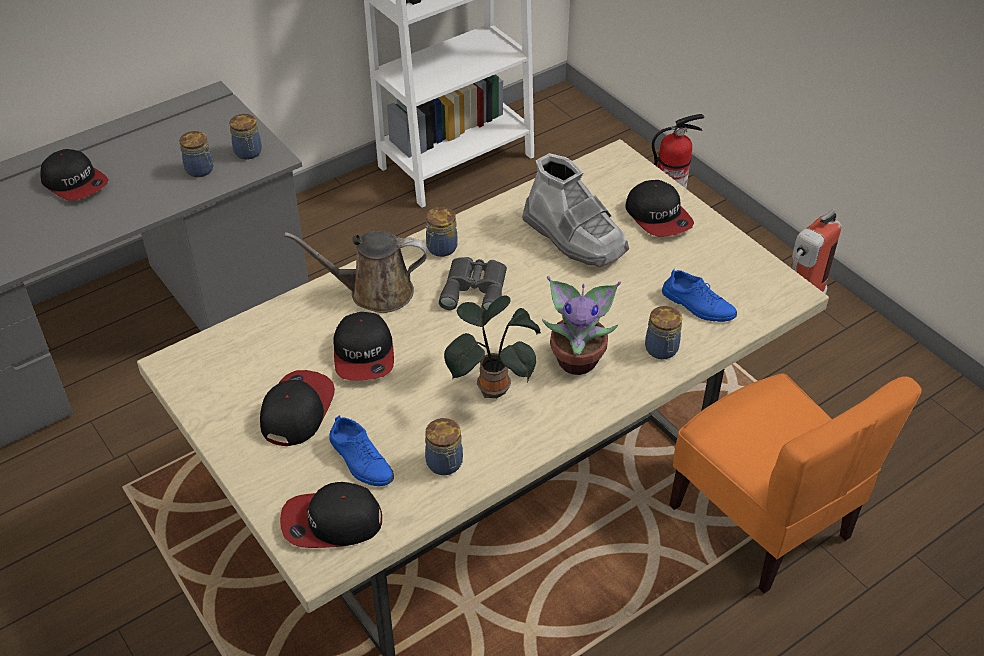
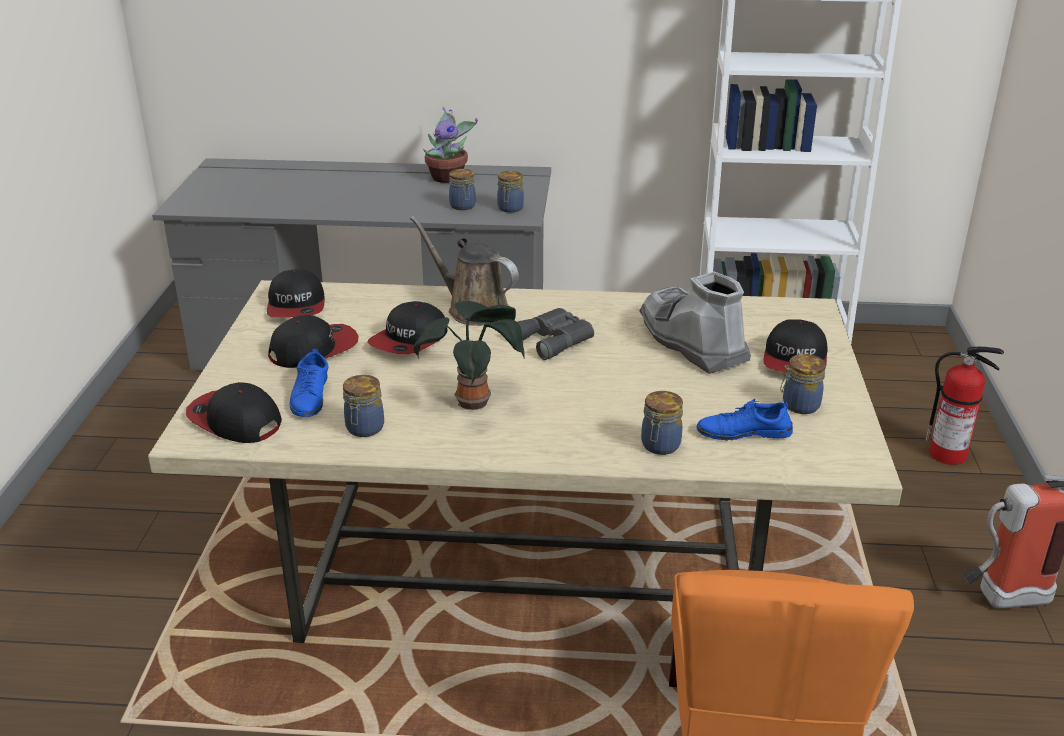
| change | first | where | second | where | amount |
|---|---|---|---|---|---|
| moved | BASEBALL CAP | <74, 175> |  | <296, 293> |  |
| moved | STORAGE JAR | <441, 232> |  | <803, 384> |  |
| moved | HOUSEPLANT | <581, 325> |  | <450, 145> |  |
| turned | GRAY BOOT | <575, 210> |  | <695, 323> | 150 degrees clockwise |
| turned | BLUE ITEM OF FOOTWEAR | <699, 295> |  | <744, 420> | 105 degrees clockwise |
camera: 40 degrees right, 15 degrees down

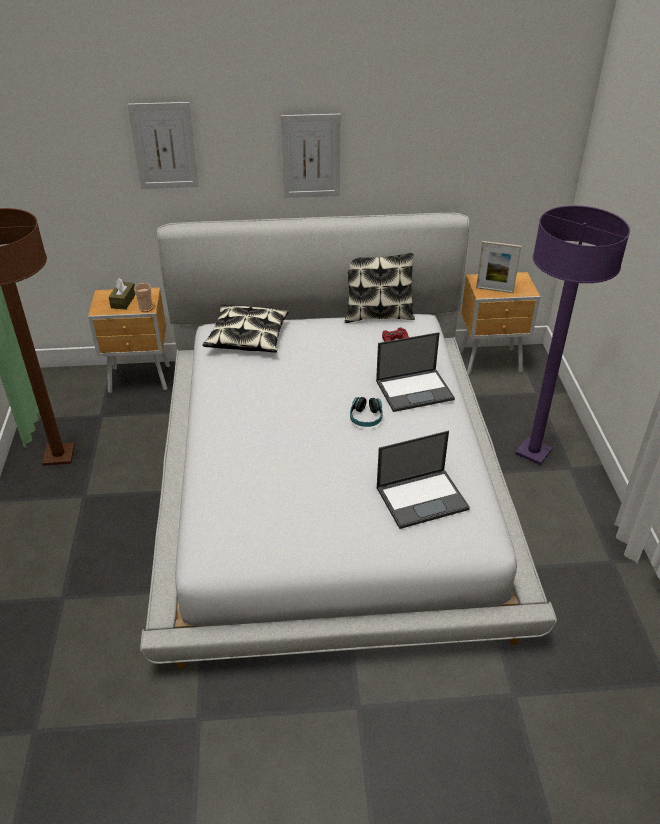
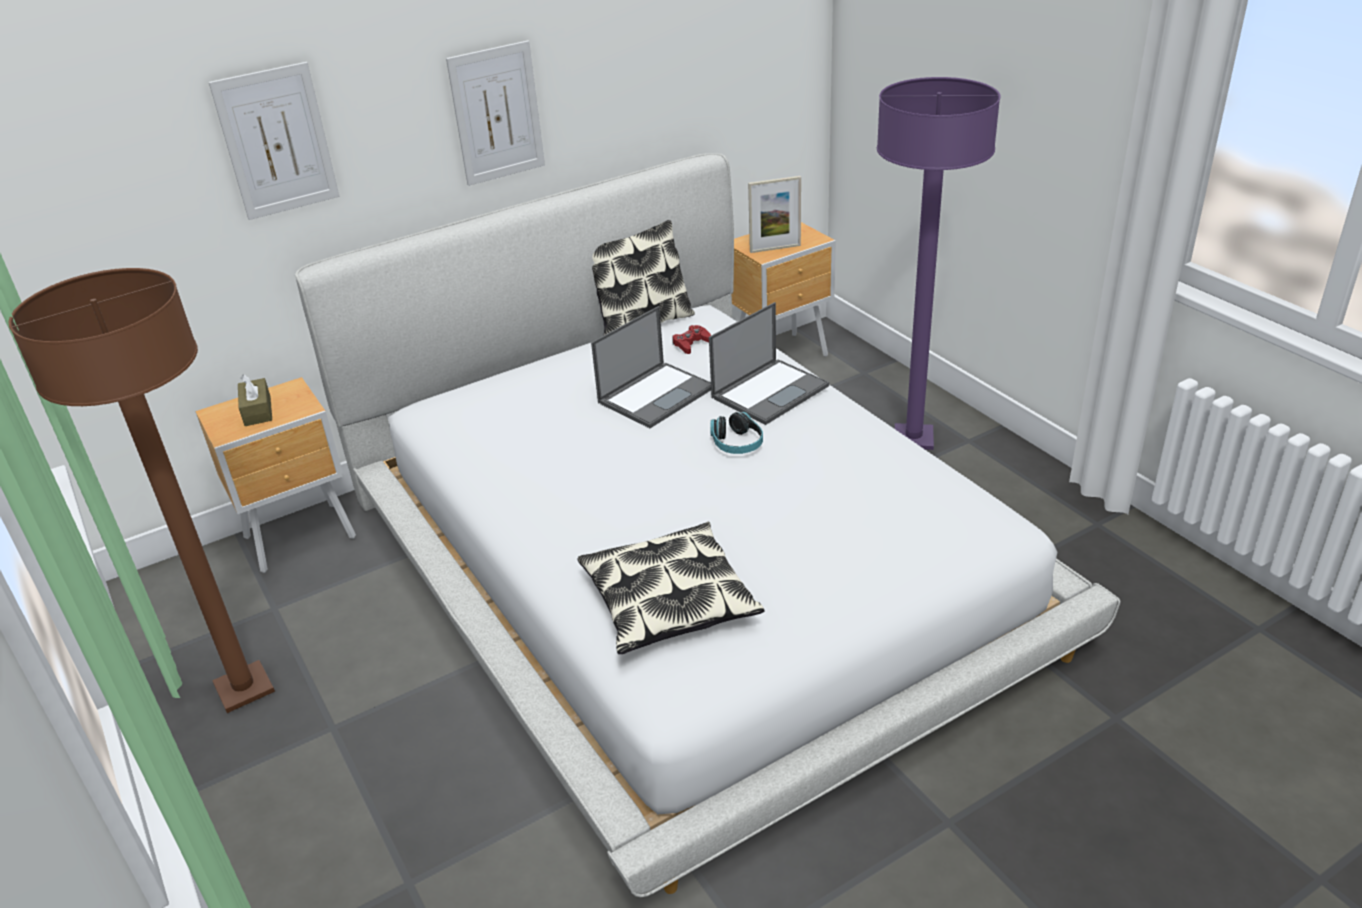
| change | first | where | second | where | amount |
|---|---|---|---|---|---|
| removed | CUP | <143, 297> |  |  |  |
| moved | PILLOW | <245, 328> |  | <670, 588> |  |
| moved | PORTABLE COMPUTER | <423, 480> |  | <651, 367> |  |
camera: 25 degrees left, 5 degrees down

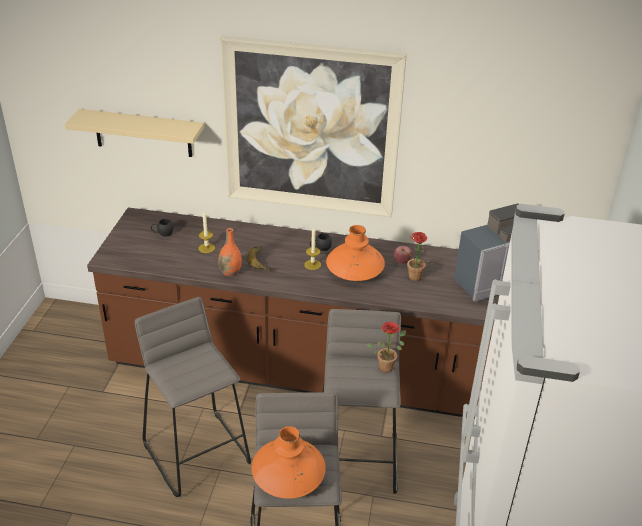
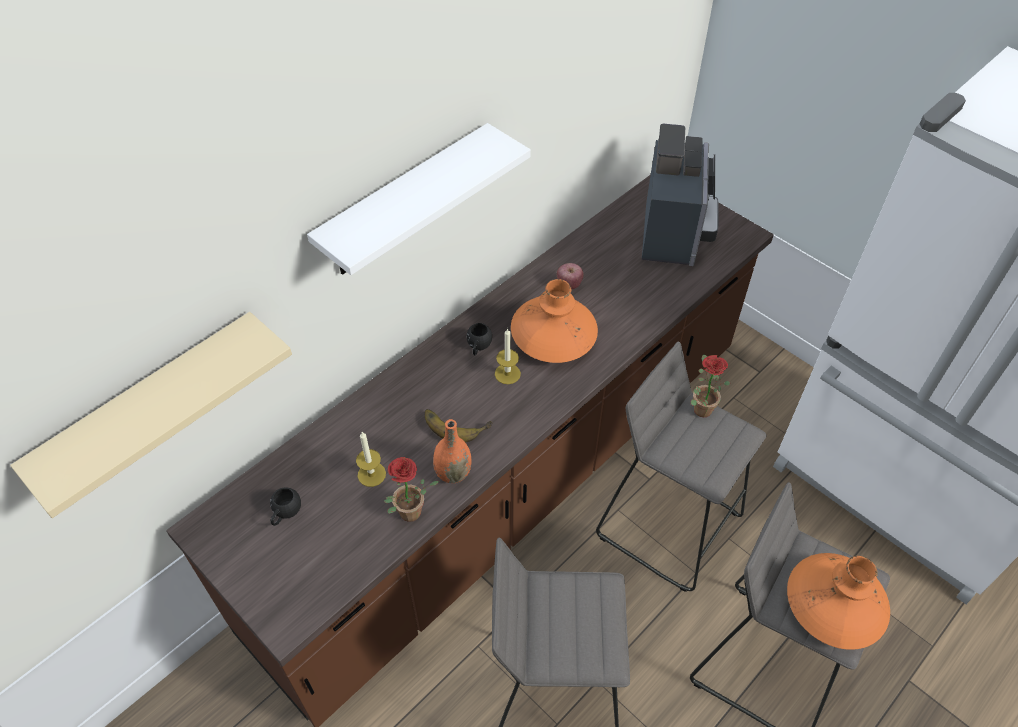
| change | first | where | second | where | amount |
|---|---|---|---|---|---|
| moved | HOUSEPLANT | <415, 256> |  | <412, 489> |  |
| replaced | PICTURE | <313, 126> | WHITE SHELF | <419, 199> |  |
camera: 55 degrees left, 15 degrees up

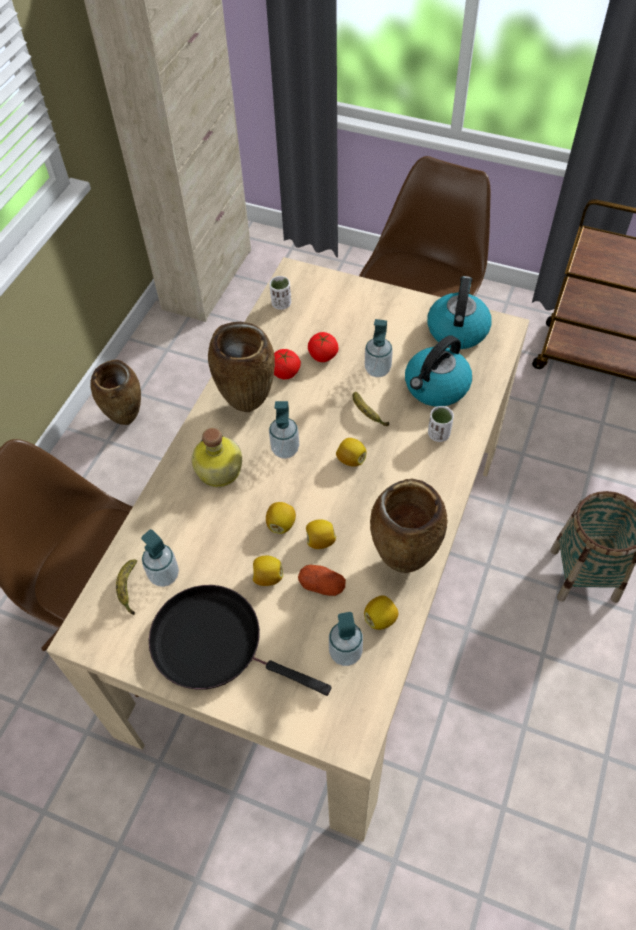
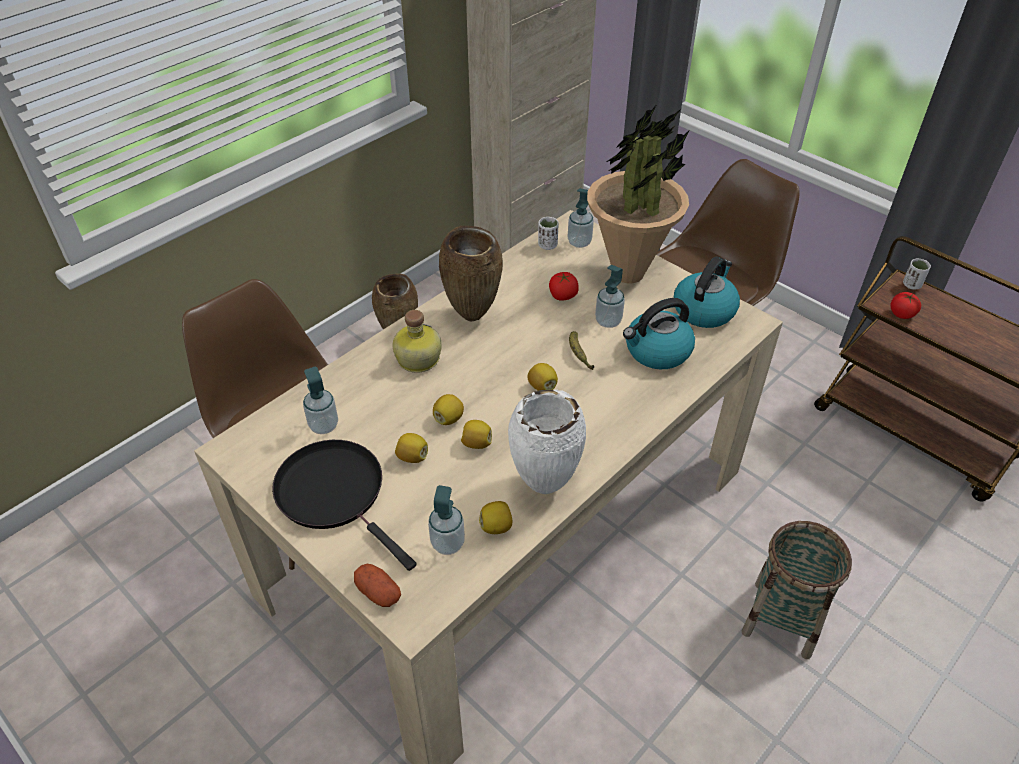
| change | first | where | second | where | amount |
|---|---|---|---|---|---|
| removed | BANANA | <126, 587> |  |  |  |
| added |  |  | HOUSEPLANT | <638, 194> |  |
| moved | SOAP BOTTLE | <284, 430> |  | <581, 218> |  |
| moved | TOMATO | <287, 364> |  | <905, 305> |  |
| moved | WHOLE POTATO | <322, 580> |  | <377, 585> |  |
| moved | WHITE CUP | <441, 424> |  | <917, 274> |  |
| recoloured | BROWNISH FLOWER VASE | <409, 525> | WHITE FLOWER VASE | <547, 442> |  |
camera: 20 degrees right, 10 degrees down

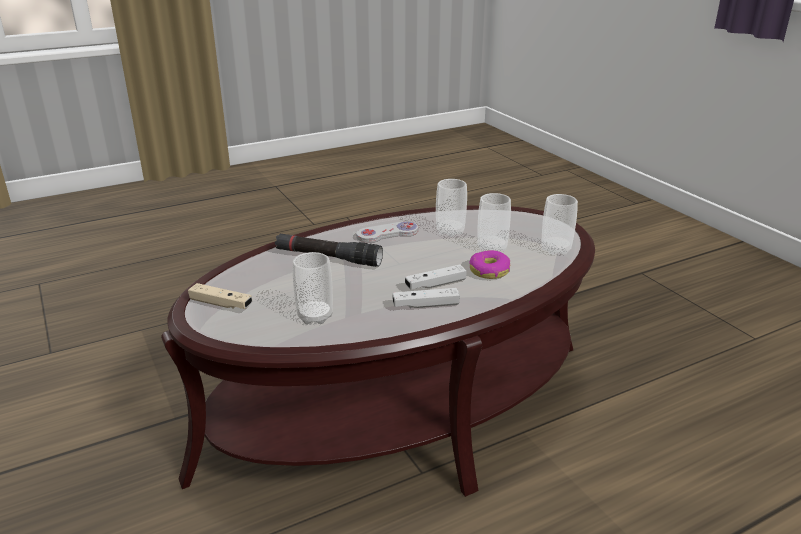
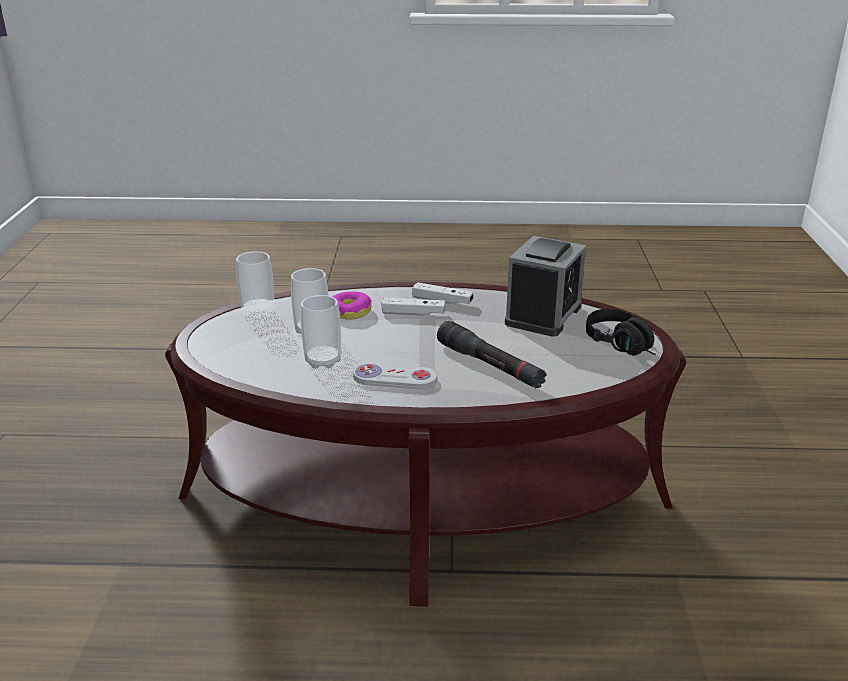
| change | first | where | second | where | amount |
|---|---|---|---|---|---|
| replaced | SAND-COLOURED JOYPAD | <220, 296> | BLACKISH HEADSET | <621, 332> |  |
| replaced | CUP | <313, 288> | ALARM CLOCK | <545, 286> |  |
camera: 150 degrees left, 0 degrees up

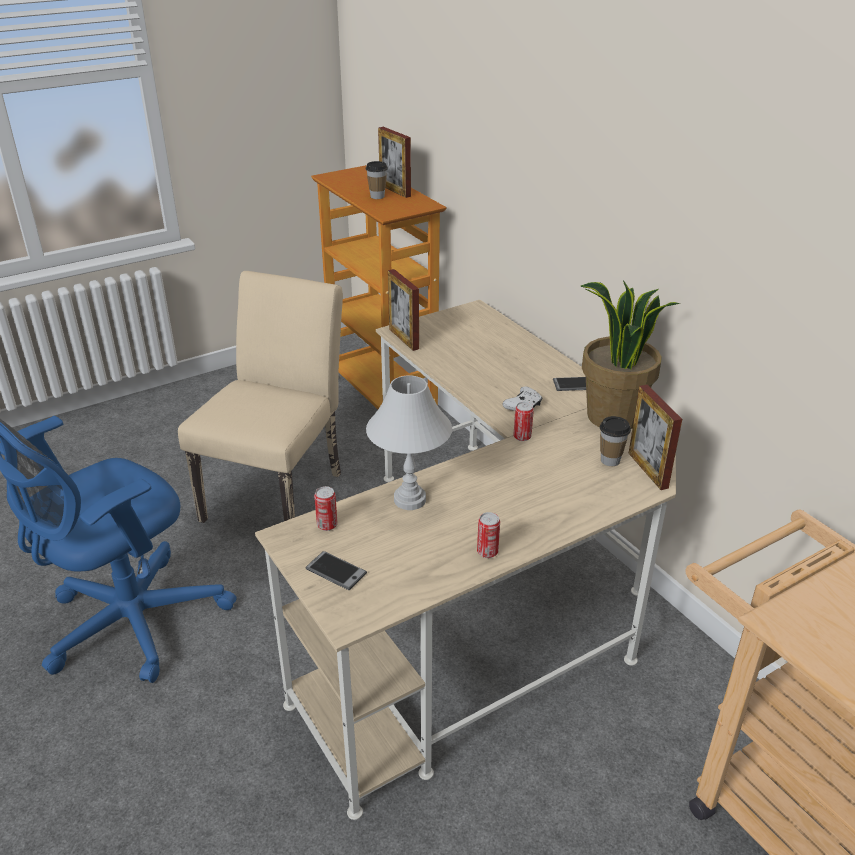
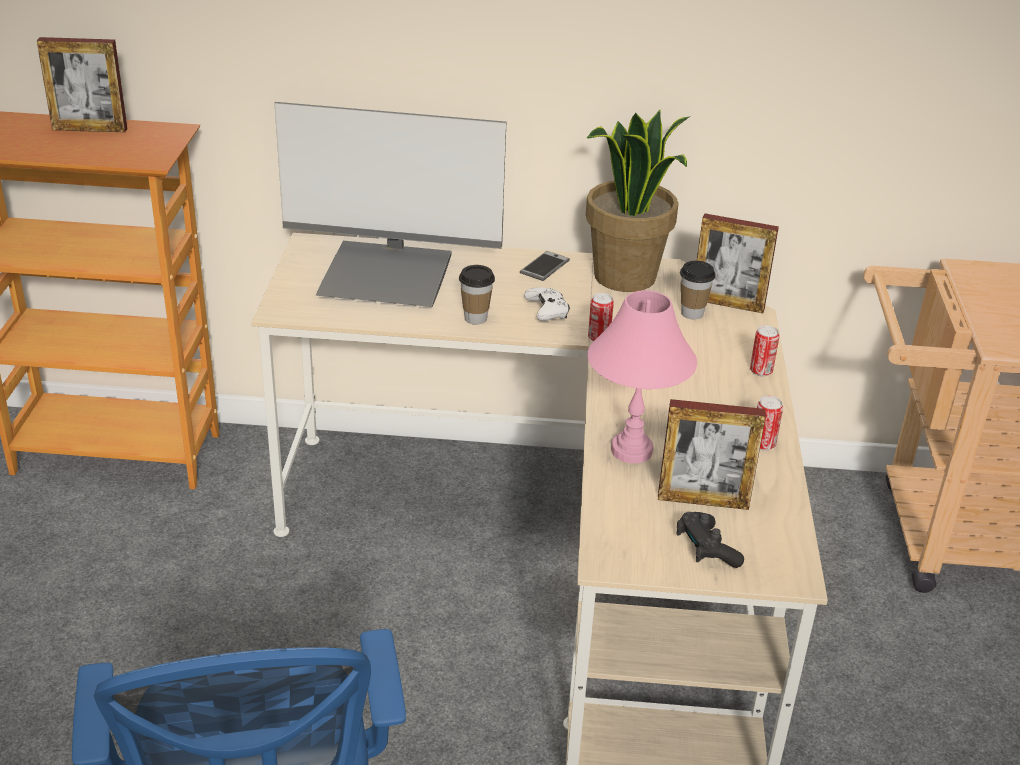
| change | first | where | second | where | amount |
|---|---|---|---|---|---|
| removed | SAND-COLOURED UPRIGHT CHAIR | <260, 397> |  |  |  |
| added |  |  | MONITOR | <390, 204> |  |
| moved | METAL CAN | <326, 508> |  | <765, 350> |  |
| moved | CUP | <377, 180> |  | <477, 295> |  |
| moved | STANDING FRAME | <403, 310> |  | <712, 454> |  |
| replaced | TELEPHONE | <336, 570> | BLACKISH JOYPAD | <710, 540> |  |
| recoloured | WHITE LAMP FOR A TABLE | <409, 442> | PINKISH LAMP FOR A TABLE | <642, 377> |  |
camera: 55 degrees left, 0 degrees up

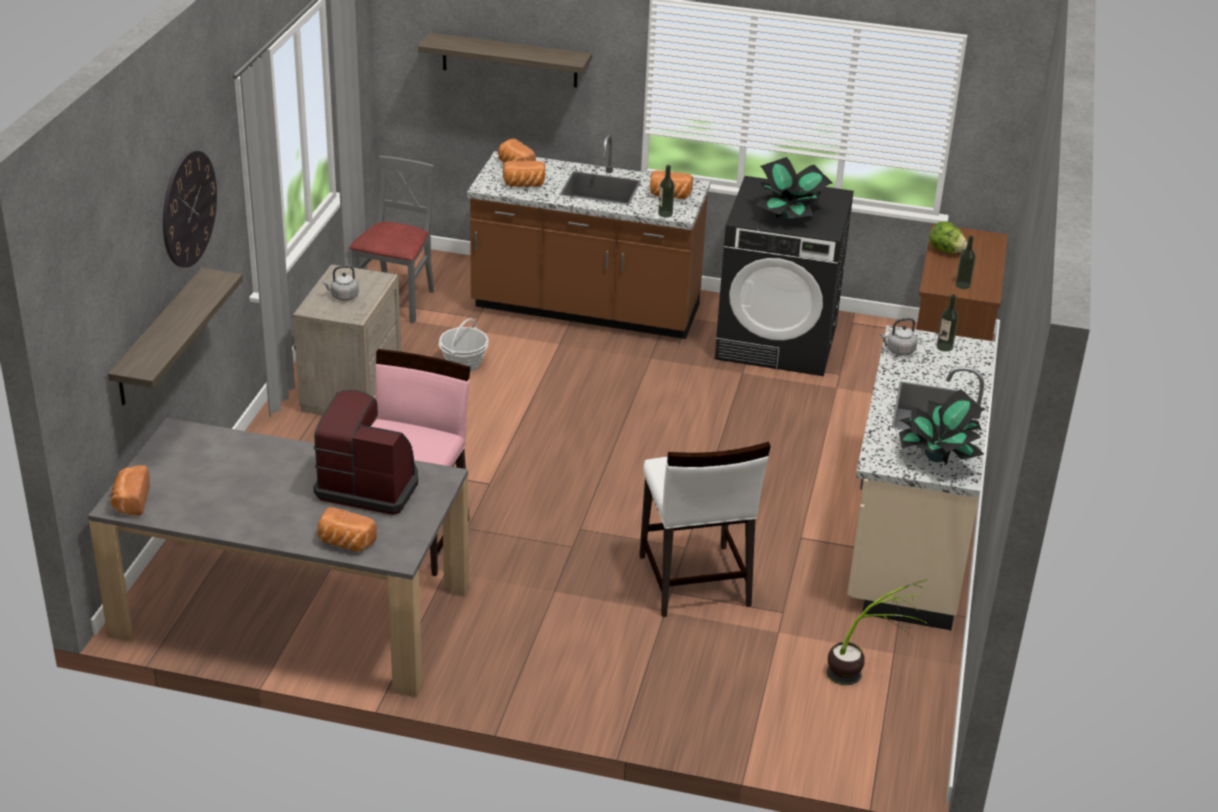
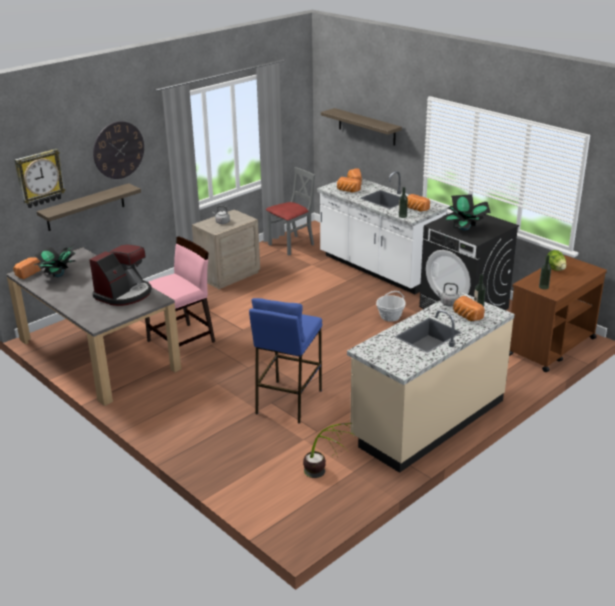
| change | first | where | second | where | amount |
|---|---|---|---|---|---|
| added |  |  | WALL CLOCK | <40, 178> |  |
| moved | BAKED BREAD | <347, 529> |  | <469, 308> |  |
| moved | STORAGE BASKET | <464, 345> |  | <391, 306> |  |
| moved | HOUSEPLANT | <941, 426> |  | <55, 260> |  |
| replaced | WHITE UPRIGHT CHAIR | <705, 529> | BLUE STOOL SEAT | <285, 361> |  |
| recoloured | BROWNISH KITCHEN COUNTER | <588, 236> | WHITE KITCHEN COUNTER | <382, 232> |  |
| turned | COFFEE MAKER | <365, 452> |  | <120, 275> | 75 degrees clockwise |
camera: 35 degrees right, 5 degrees down

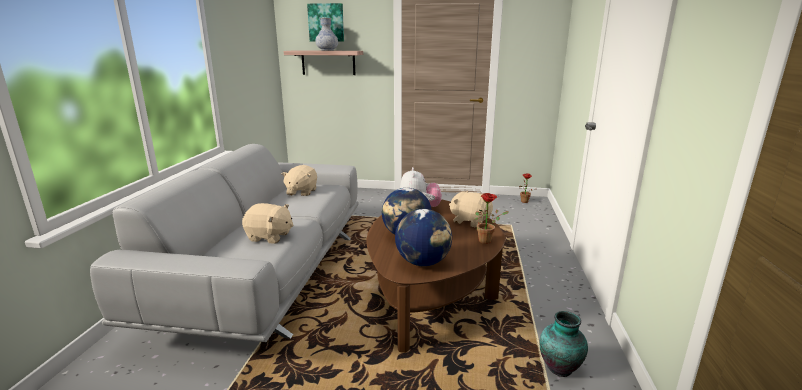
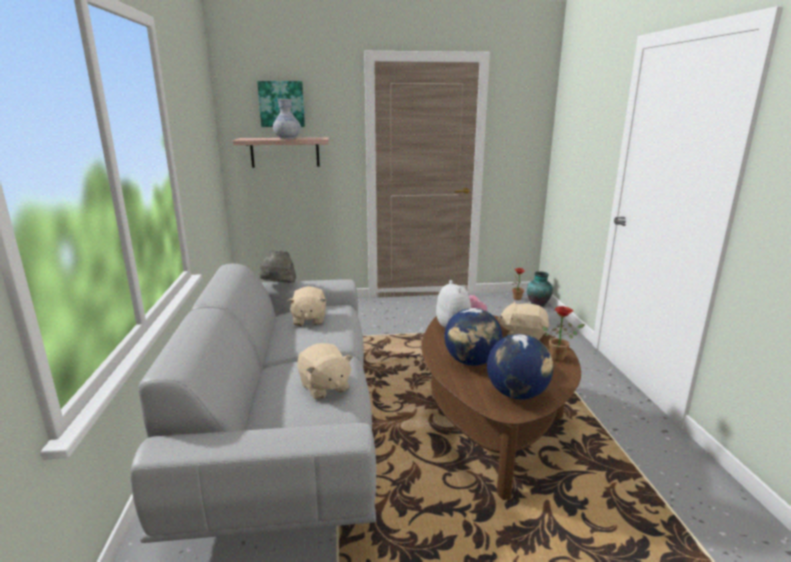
| change | first | where | second | where | amount |
|---|---|---|---|---|---|
| added |  |  | GRAY CLOTHING HAT | <278, 266> |  |
| moved | FLOWER VASE | <564, 344> |  | <540, 289> |  |
| turned | SAND-COLOURED SOFT TOY | <267, 223> |  | <325, 371> | 60 degrees clockwise |
camera: 15 degrees left, 0 degrees up

